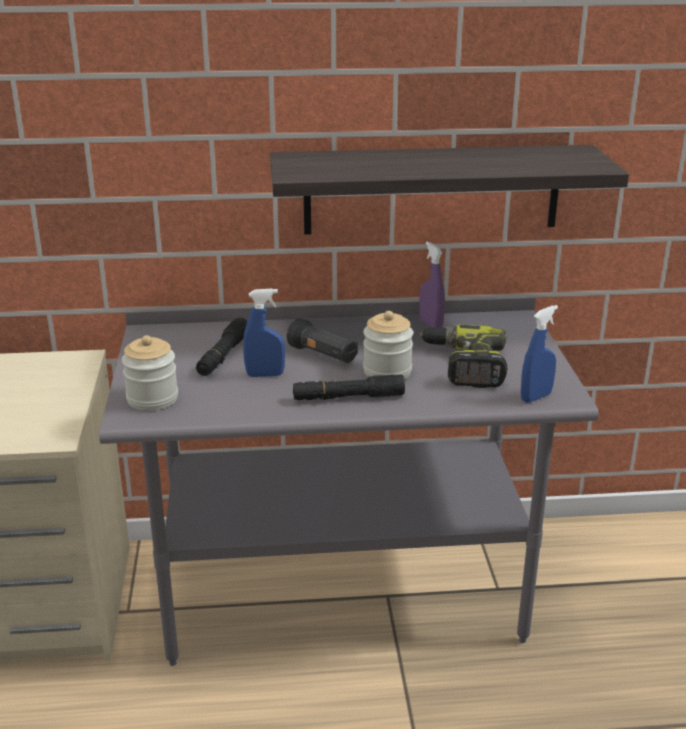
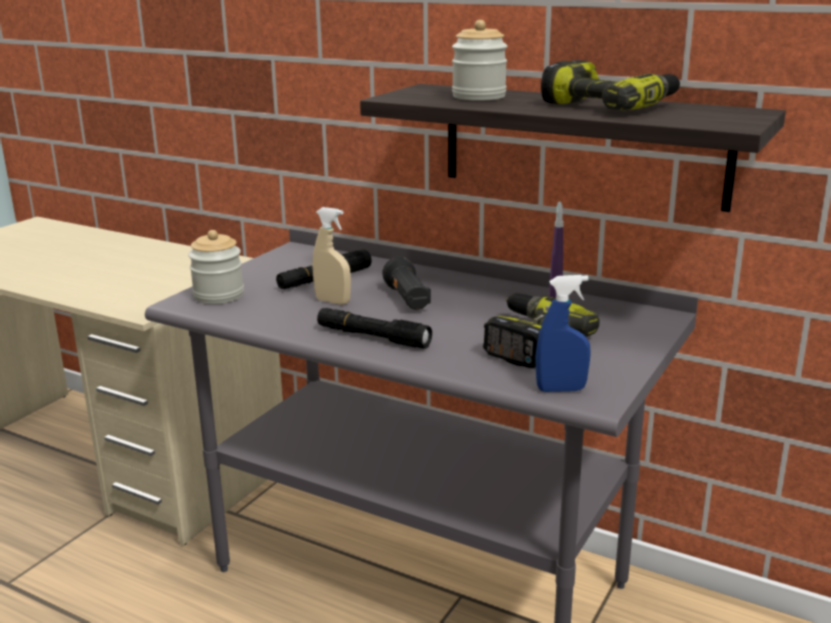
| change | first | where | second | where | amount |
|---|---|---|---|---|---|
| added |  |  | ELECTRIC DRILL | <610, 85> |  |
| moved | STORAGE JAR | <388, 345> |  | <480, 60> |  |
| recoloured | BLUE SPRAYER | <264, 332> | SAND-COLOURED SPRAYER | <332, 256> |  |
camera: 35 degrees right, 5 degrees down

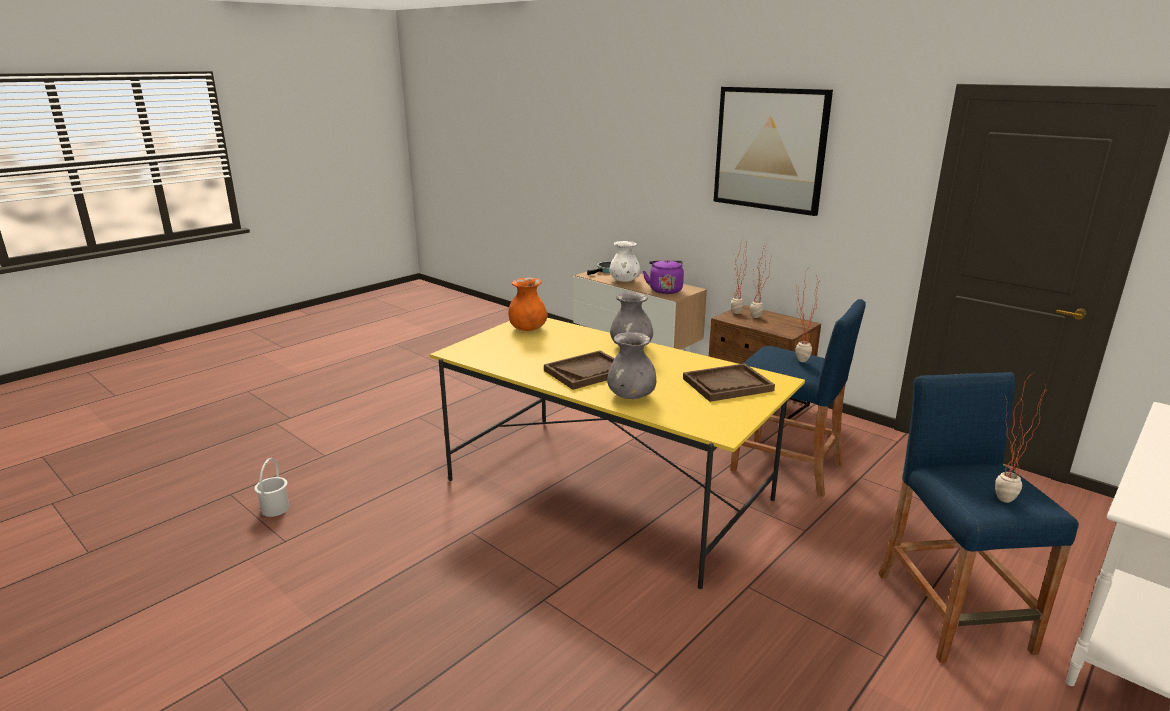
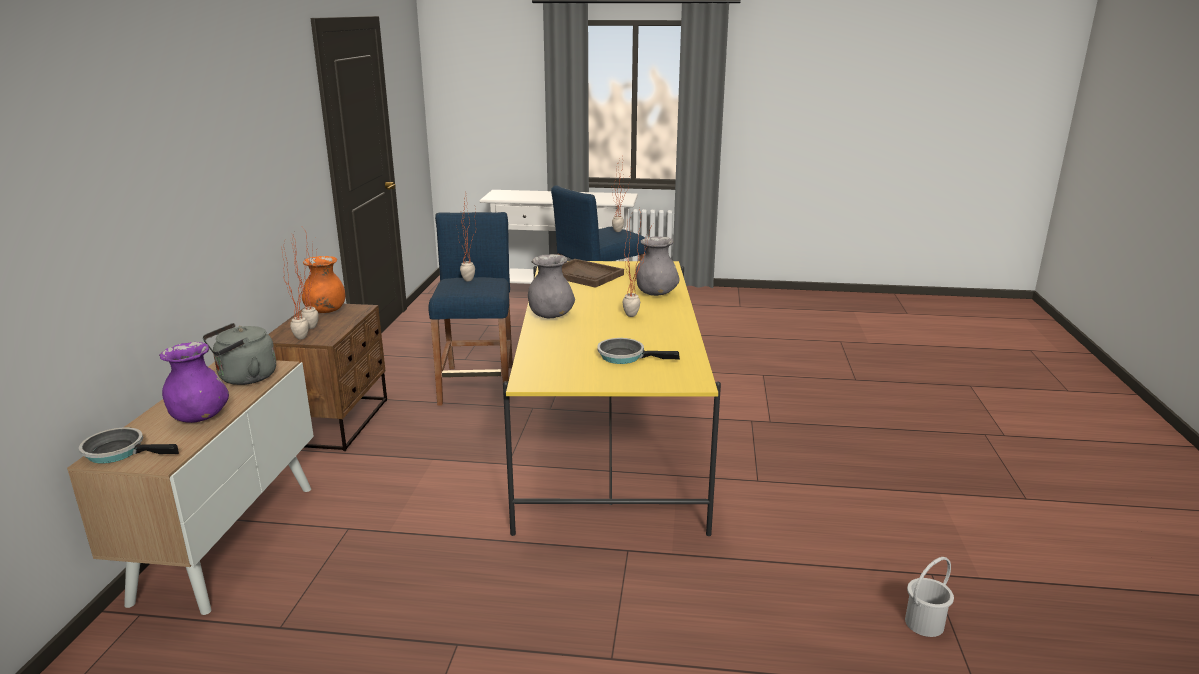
| change | first | where | second | where | amount |
|---|---|---|---|---|---|
| removed | PICTURE | <773, 151> |  |  |  |
| added |  |  | SKILLET | <638, 351> |  |
| moved | ORANGE FLOWER VASE | <528, 304> |  | <323, 284> |  |
| replaced | BROWNISH CARRYING TRAY | <579, 370> | HOUSEPLANT | <637, 263> |  |
| recoloured | WHITE FLOWER VASE | <625, 261> | PURPLE FLOWER VASE | <194, 382> |  |
| recoloured | PURPLE WATER KETTLE | <663, 276> | GRAY WATER KETTLE | <239, 354> |  |
camera: 125 degrees left, 0 degrees up

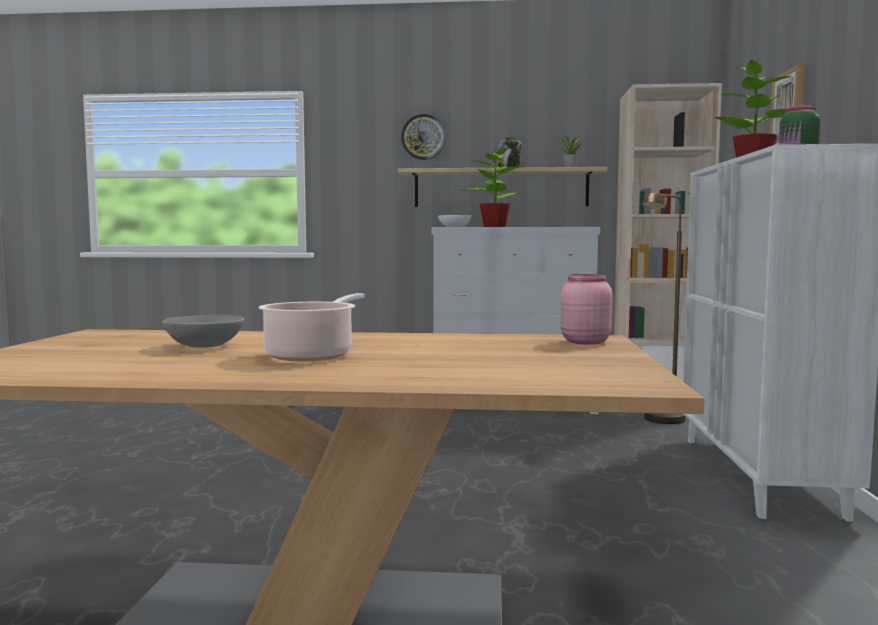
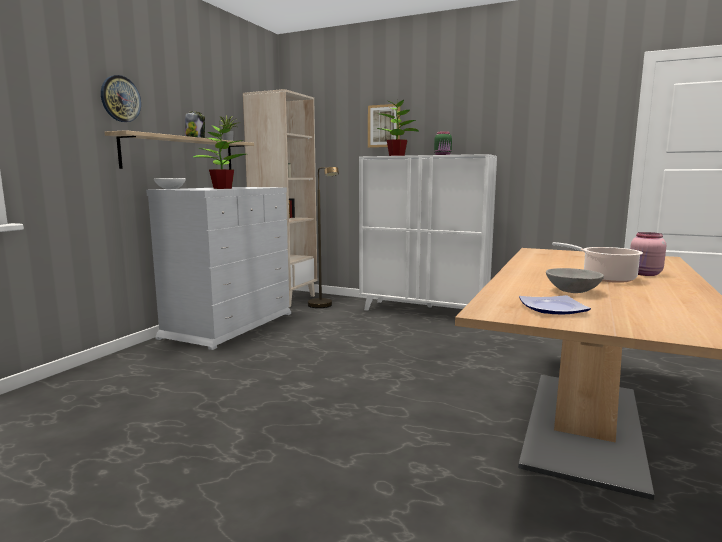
| change | first | where | second | where | amount |
|---|---|---|---|---|---|
| added |  |  | FLAT DISH | <555, 305> |  |
| moved | PINKISH STORAGE JAR | <587, 309> |  | <648, 254> |  |
camera: 70 degrees left, 5 degrees up

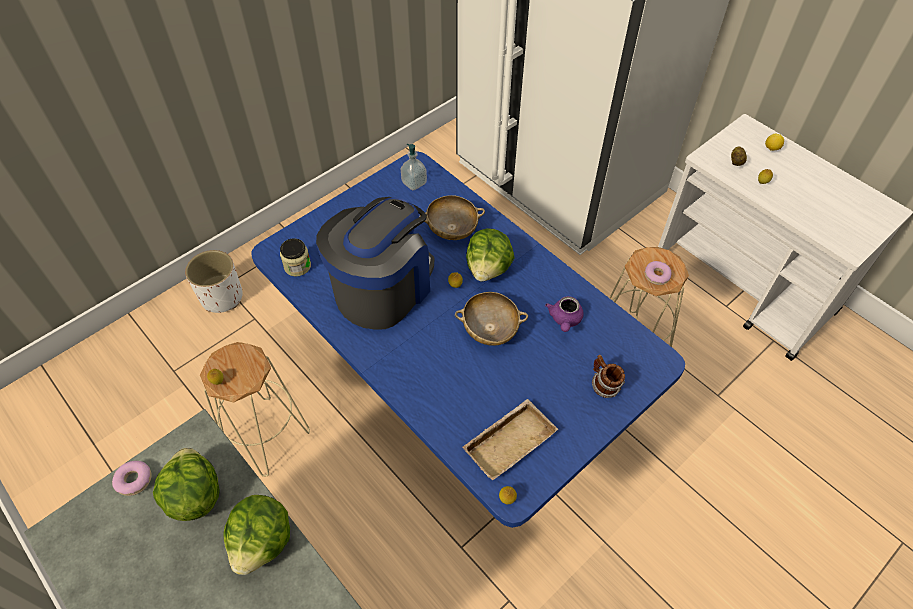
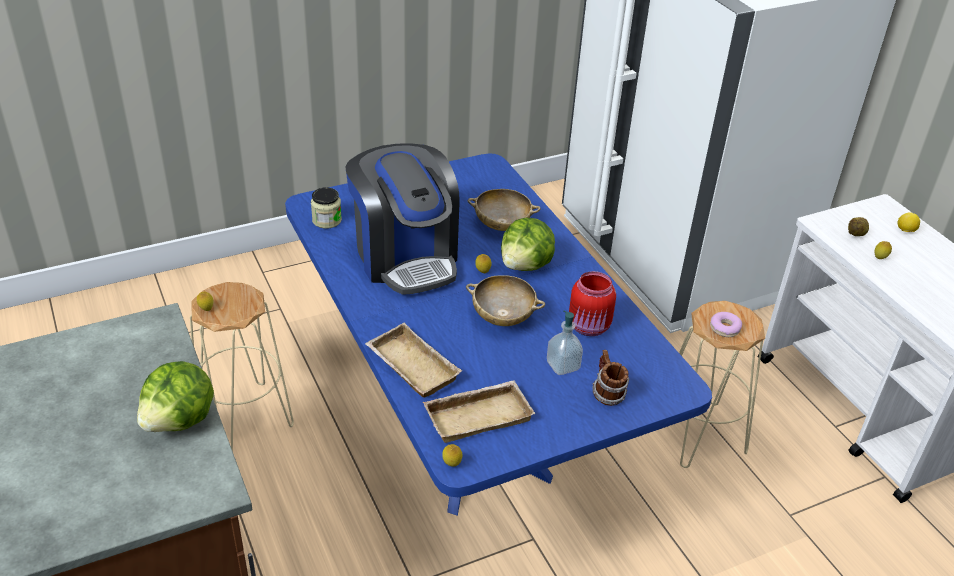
| change | first | where | second | where | amount |
|---|---|---|---|---|---|
| removed | DONUT | <132, 478> |  |  |  |
| removed | HEAD OF LETTUCE | <186, 484> |  |  |  |
| removed | WHITE PLANTER | <214, 281> |  |  |  |
| added |  |  | SAND-COLOURED CARRYING TRAY | <413, 360> |  |
| moved | SOAP BOTTLE | <414, 167> |  | <565, 342> |  |
| replaced | PURPLE POT FOR TEA | <564, 314> | REDDISH STORAGE JAR | <592, 303> |  |
| turned | COFFEE MAKER | <375, 263> |  | <402, 219> | 105 degrees clockwise |
camera: 15 degrees right, 15 degrees down

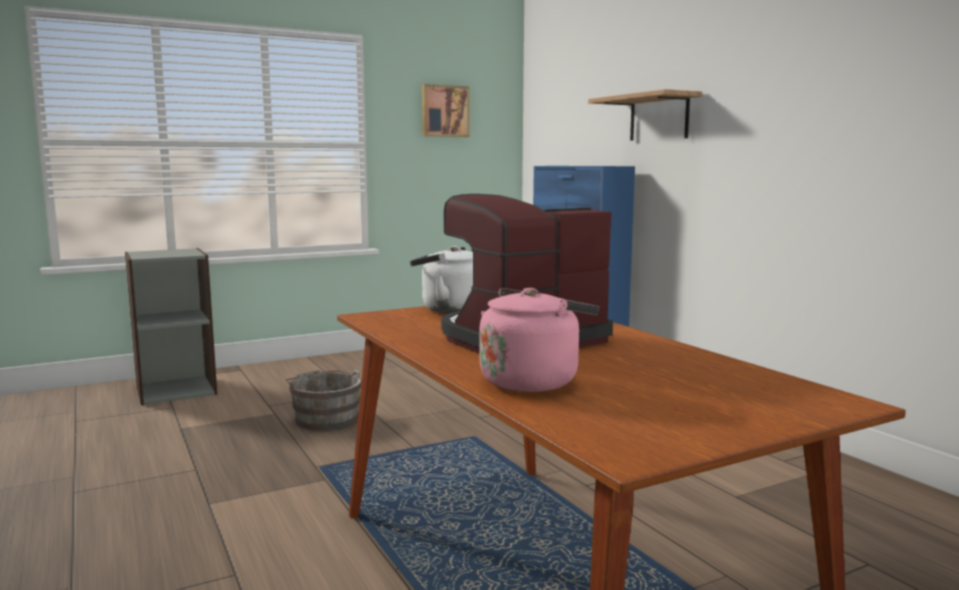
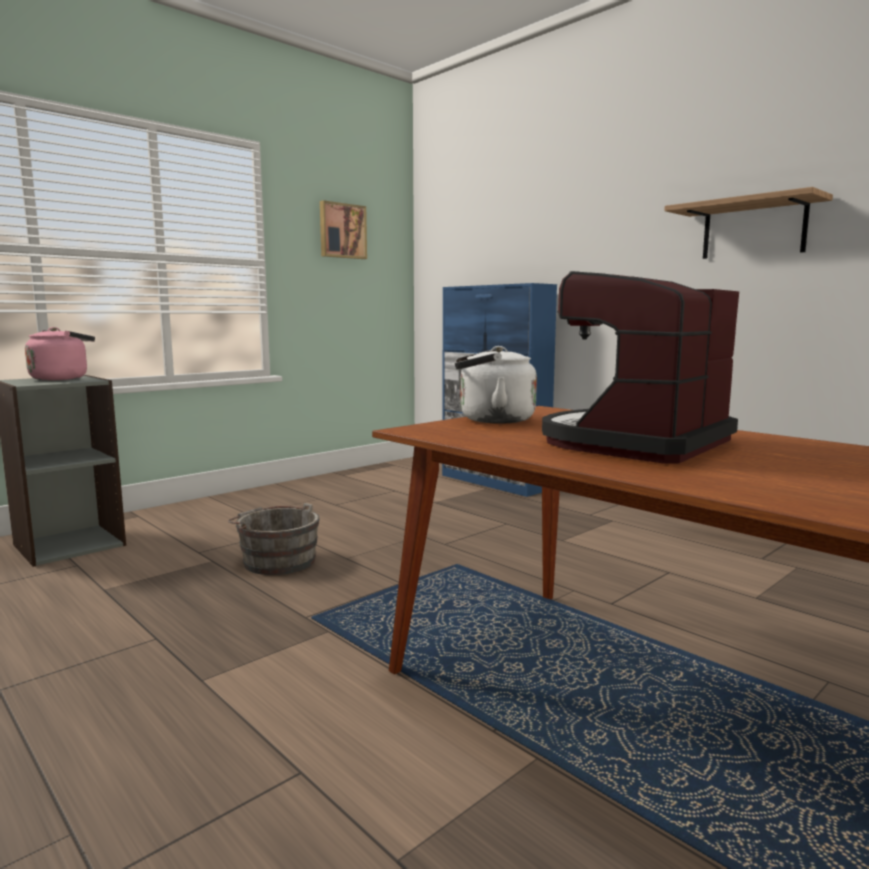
| change | first | where | second | where | amount |
|---|---|---|---|---|---|
| moved | PINKISH WATER KETTLE | <539, 340> |  | <60, 353> |  |
| moved | SHELF | <645, 115> |  | <748, 223> |  |
camera: 15 degrees left, 0 degrees up

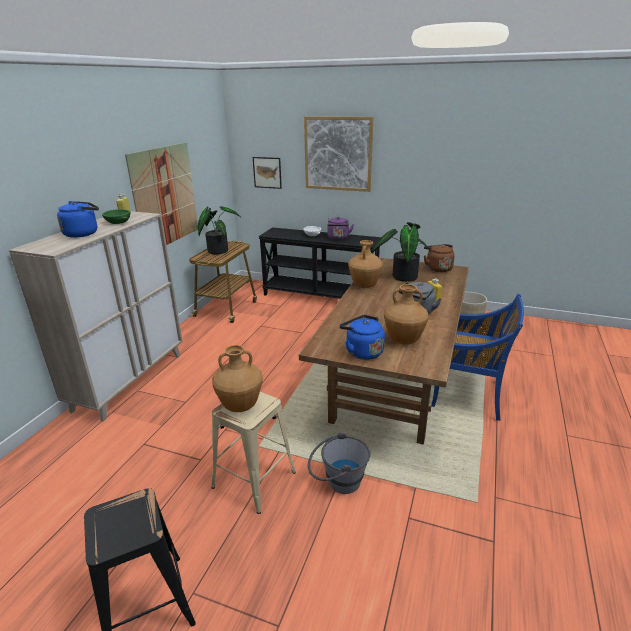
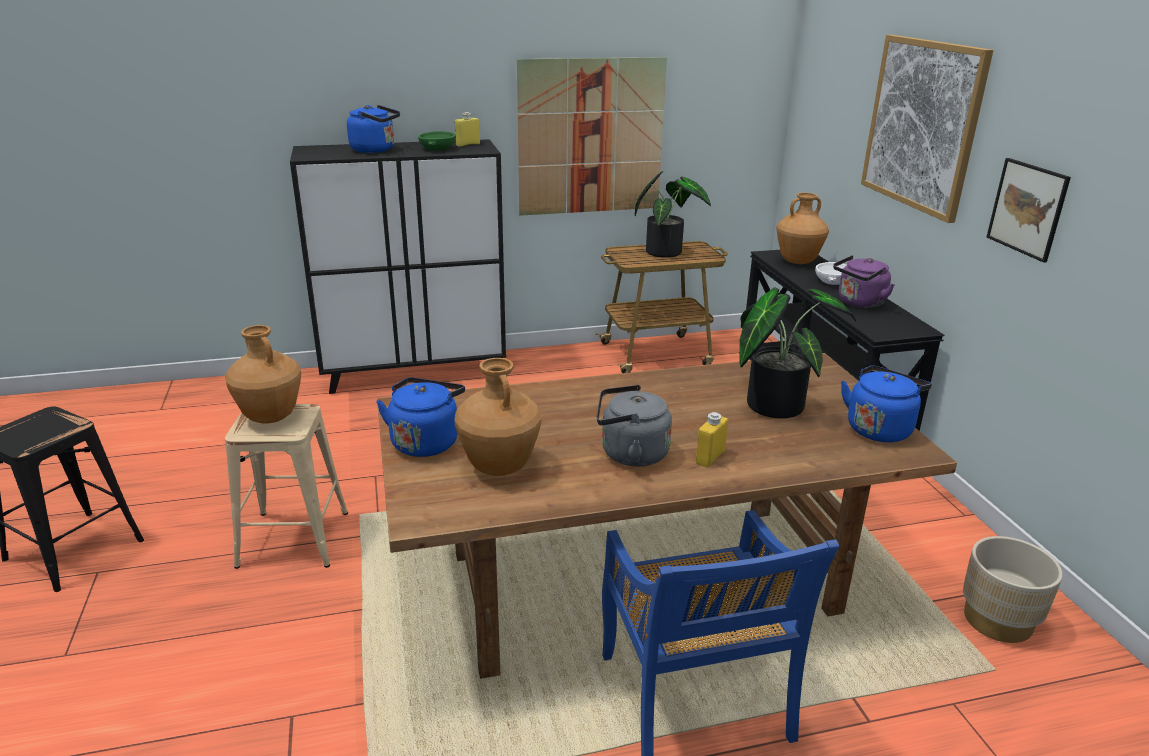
| change | first | where | second | where | amount |
|---|---|---|---|---|---|
| removed | GRAY BUCKET | <339, 463> |  |  |  |
| moved | PICTURE | <267, 173> |  | <1029, 210> |  |
| moved | BROWNISH FLOWER VASE | <365, 264> |  | <802, 228> |  |
| recoloured | SAND-COLOURED CABINET | <96, 316> | BLACKISH CABINET | <398, 266> |  |
| recoloured | BROWNISH WATER KETTLE | <439, 258> | BLUE WATER KETTLE | <886, 403> |  |
camera: 55 degrees right, 0 degrees up

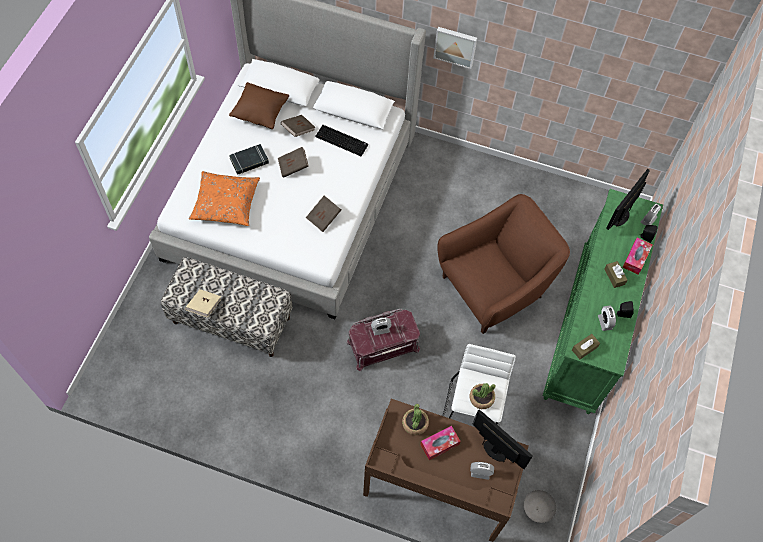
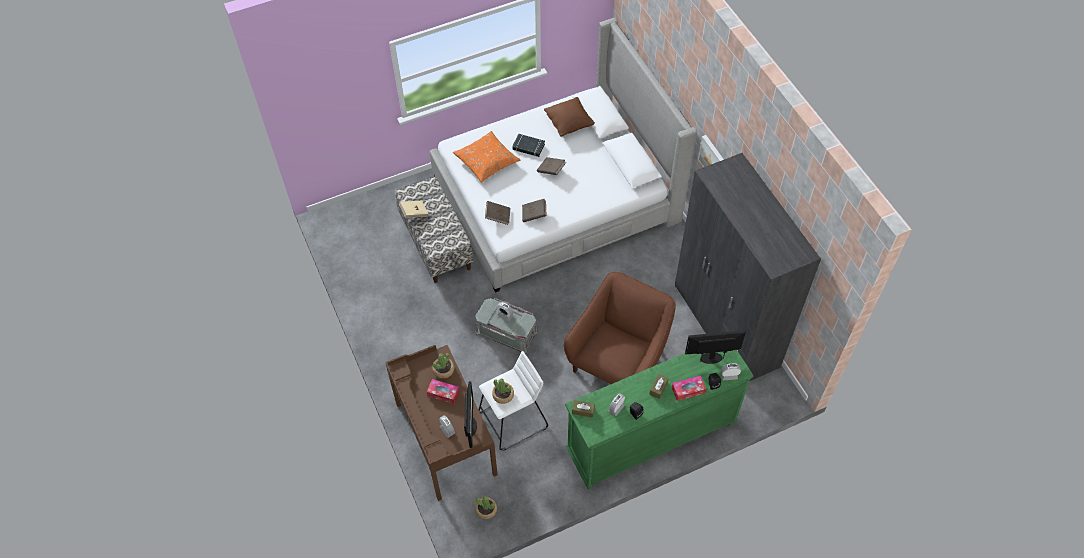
| change | first | where | second | where | amount |
|---|---|---|---|---|---|
| removed | PC KEYBOARD | <342, 140> |  |  |  |
| added |  |  | GRAY WARDROBE | <748, 267> |  |
| moved | BROWNISH BOOK | <298, 126> |  | <497, 213> |  |
| replaced | GRAY BOWL | <540, 506> | HOUSEPLANT | <486, 507> |  |
| recoloured | REDDISH STORAGE BIN | <383, 340> | GRAY STORAGE BIN | <507, 326> |  |
| turned | BROWNISH EASY CHAIR | <503, 264> |  | <620, 328> | 75 degrees counterclockwise |
camera: 50 degrees right, 5 degrees down

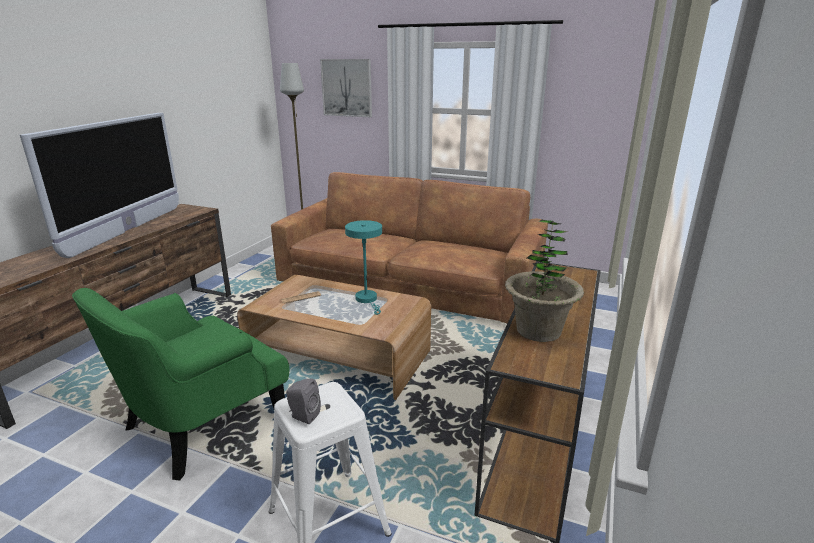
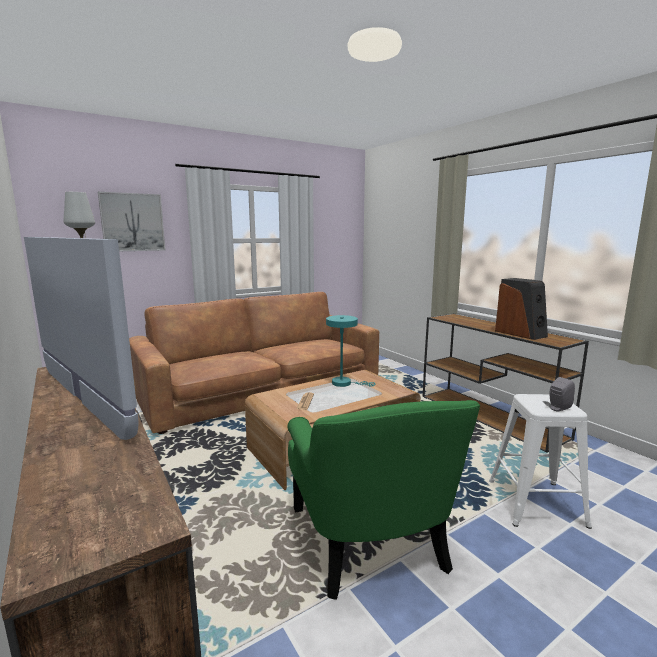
| change | first | where | second | where | amount |
|---|---|---|---|---|---|
| replaced | HOUSEPLANT | <544, 281> | AUDIO SPEAKER | <521, 309> |  |
camera: 55 degrees left, 10 degrees down

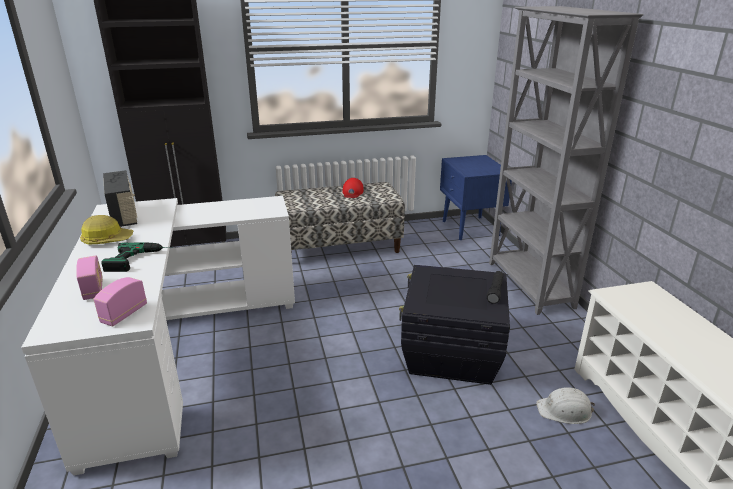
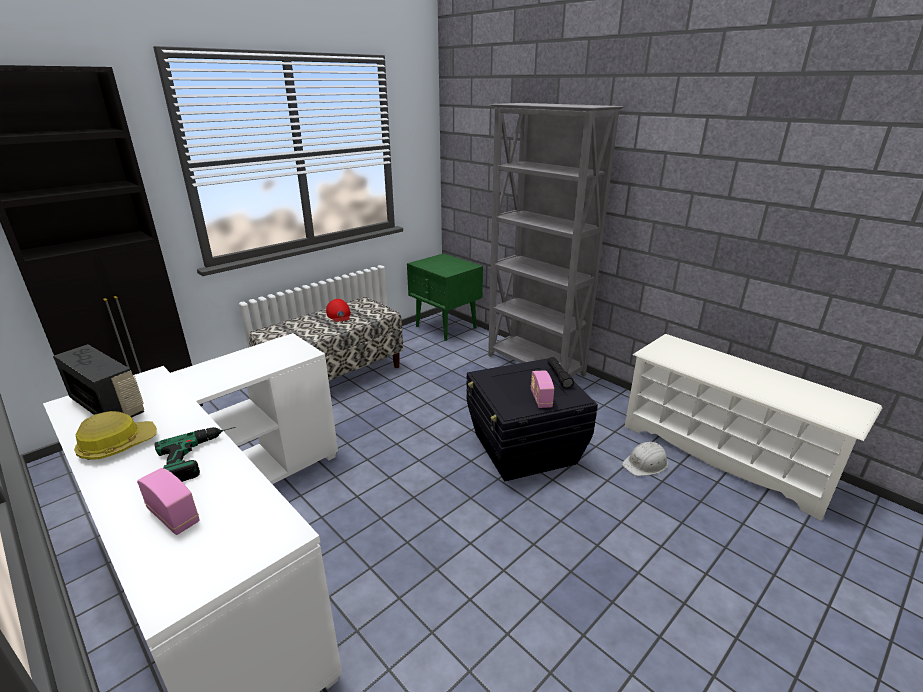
| change | first | where | second | where | amount |
|---|---|---|---|---|---|
| moved | RADIO SET | <120, 301> |  | <542, 389> |  |
| recoloured | BLUE NIGHTSTAND | <476, 197> | GREEN NIGHTSTAND | <445, 297> |  |
camera: 30 degrees left, 0 degrees up

